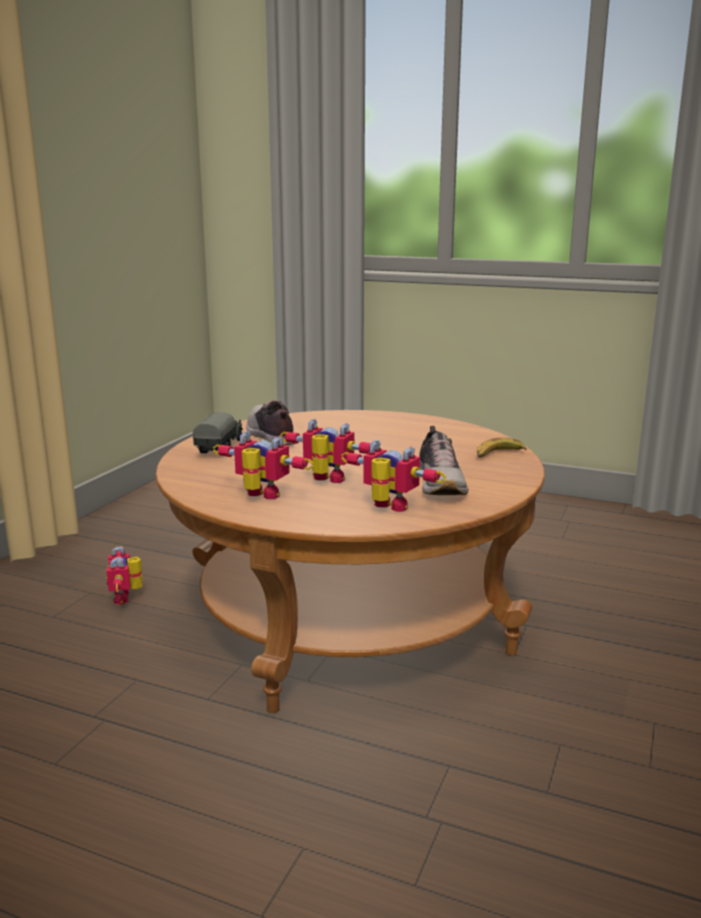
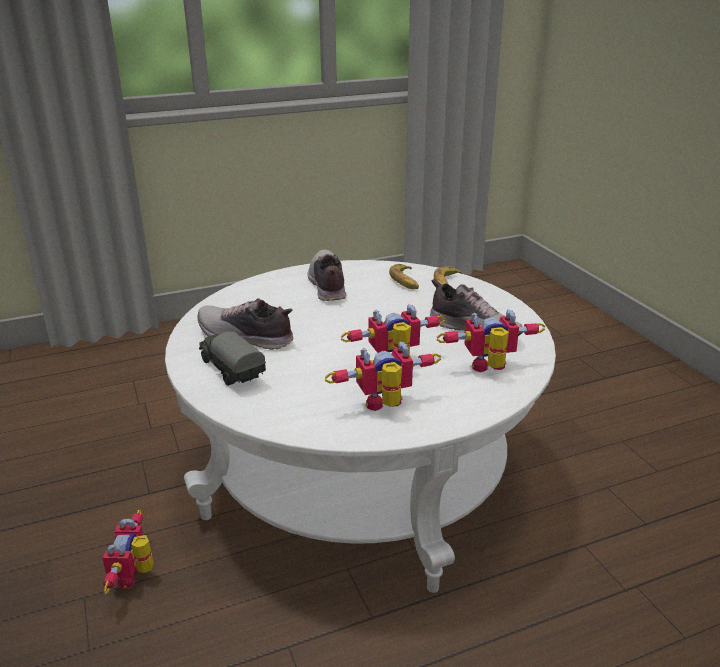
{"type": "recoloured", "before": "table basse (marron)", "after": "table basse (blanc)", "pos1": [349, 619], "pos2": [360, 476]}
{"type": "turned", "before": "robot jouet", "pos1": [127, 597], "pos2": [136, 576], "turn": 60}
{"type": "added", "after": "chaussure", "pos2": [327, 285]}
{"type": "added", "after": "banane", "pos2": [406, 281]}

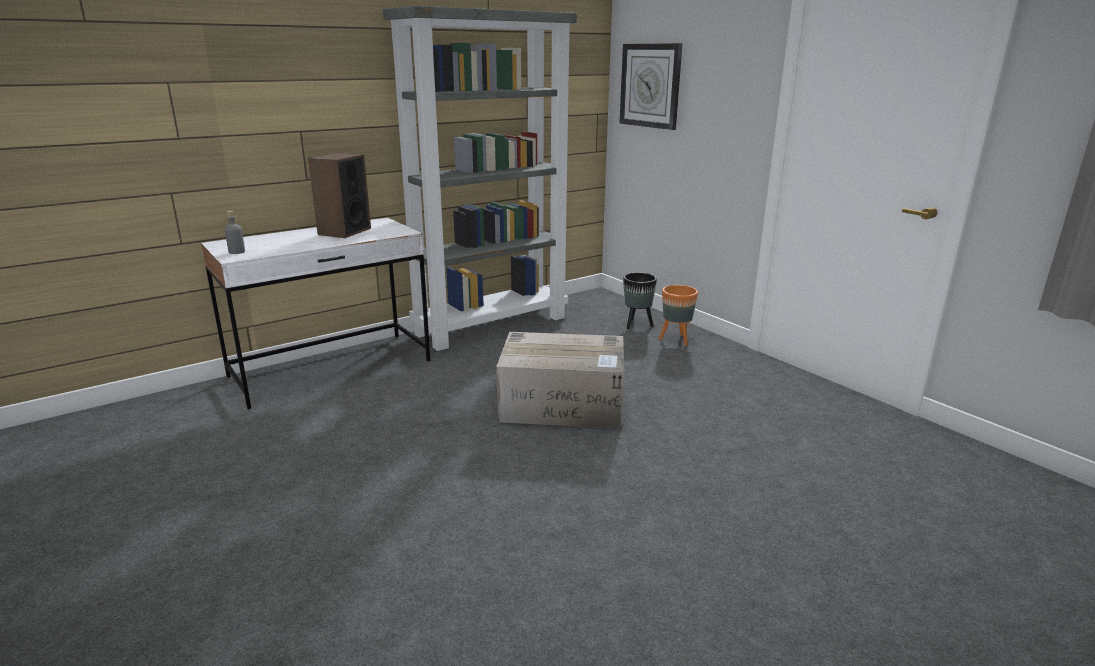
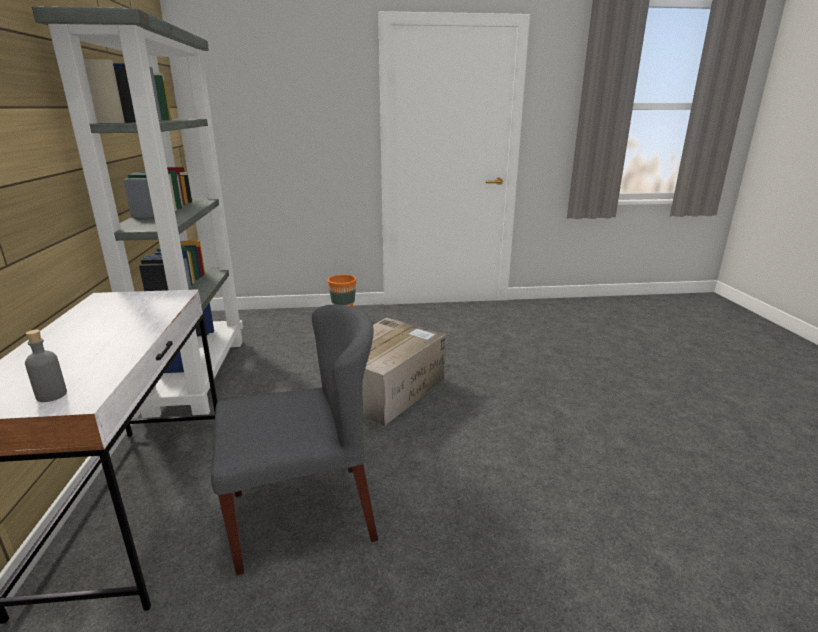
{"type": "removed", "before": "horloge murale", "pos1": [650, 85]}
{"type": "removed", "before": "enceinte", "pos1": [344, 231]}
{"type": "removed", "before": "cache-pot (noir)", "pos1": [637, 324]}
{"type": "added", "after": "chaise (gris)", "pos2": [304, 514]}

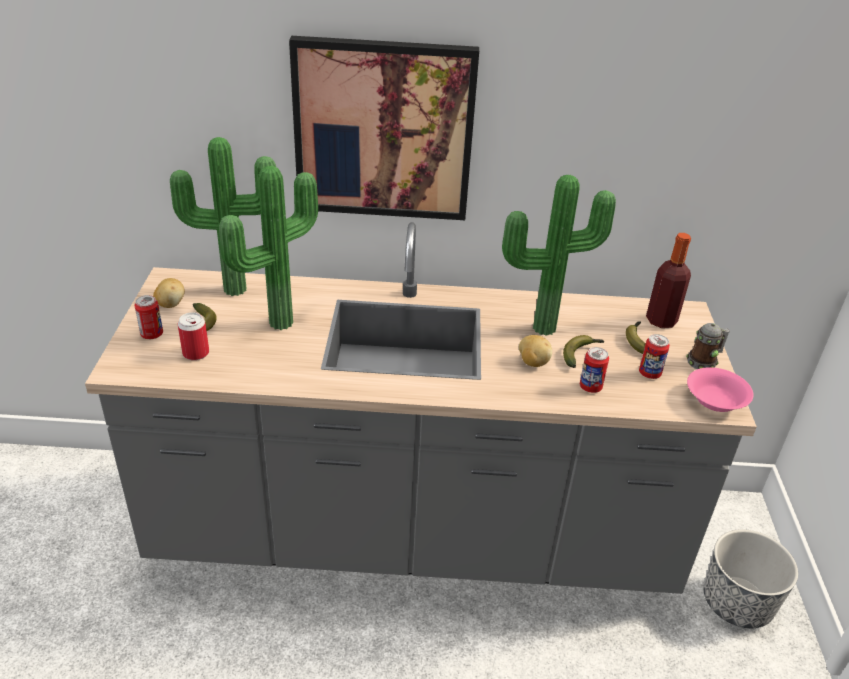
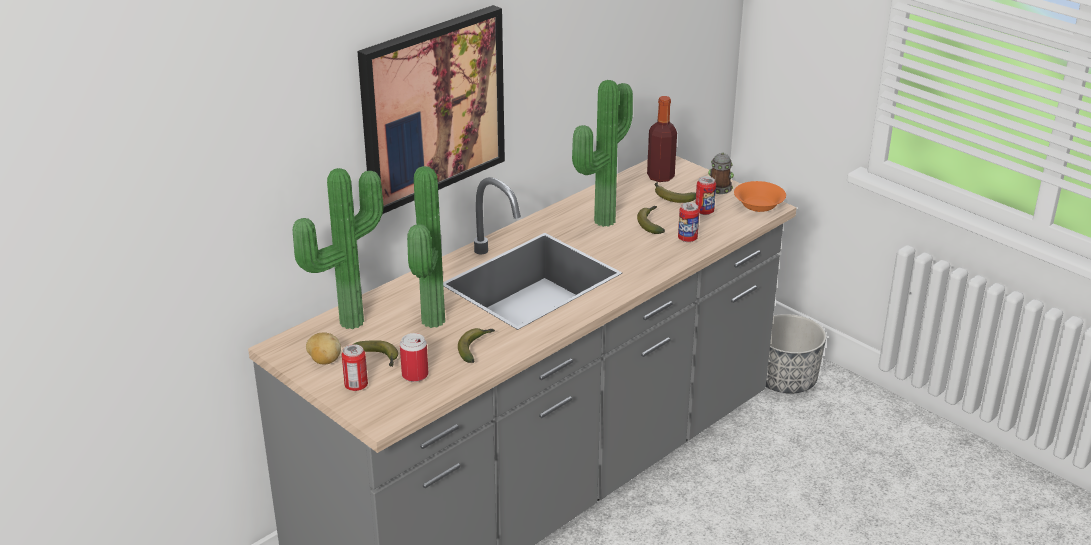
{"type": "removed", "before": "pomme de terre", "pos1": [532, 362]}
{"type": "recoloured", "before": "bol (rose)", "after": "bol (orange)", "pos1": [716, 401], "pos2": [759, 205]}
{"type": "added", "after": "banane", "pos2": [475, 348]}

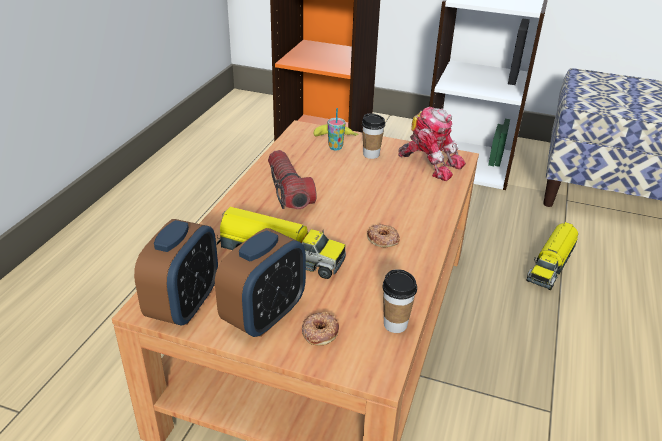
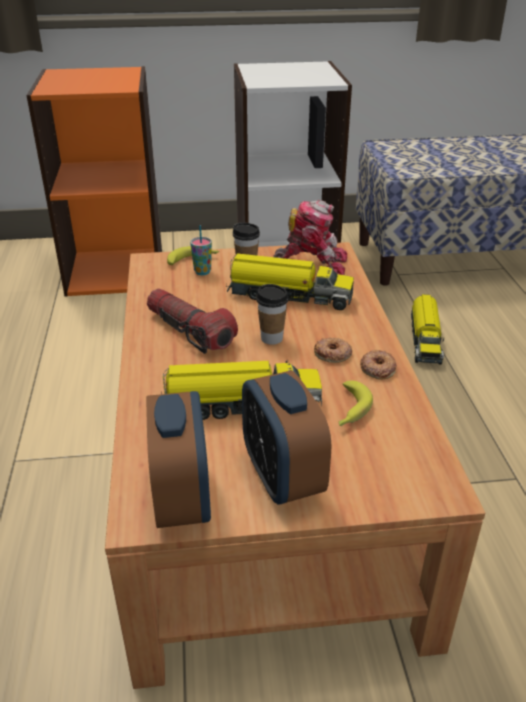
{"type": "turned", "before": "réveil", "pos1": [264, 316], "pos2": [282, 477], "turn": 150}
{"type": "moved", "before": "tasse", "pos1": [395, 324], "pos2": [271, 338]}
{"type": "moved", "before": "beignet", "pos1": [319, 332], "pos2": [377, 368]}
{"type": "added", "after": "camion jouet", "pos2": [288, 295]}
{"type": "added", "after": "banane", "pos2": [349, 410]}

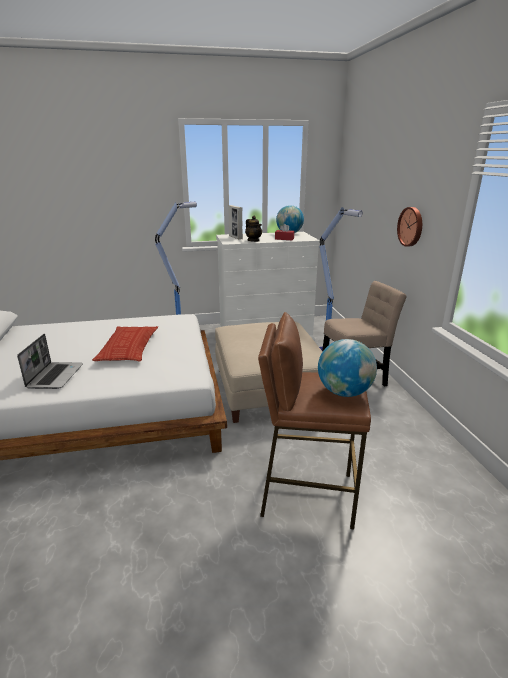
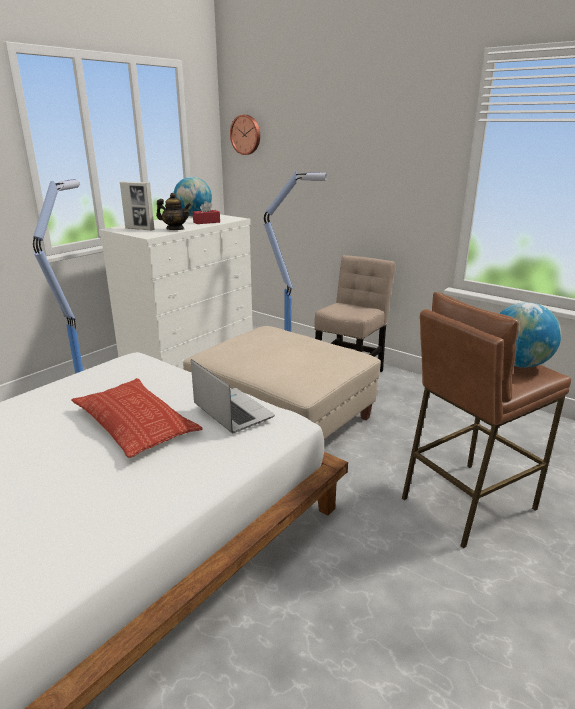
{"type": "moved", "before": "horloge murale", "pos1": [411, 226], "pos2": [246, 134]}
{"type": "moved", "before": "ordinateur portable", "pos1": [55, 376], "pos2": [231, 411]}

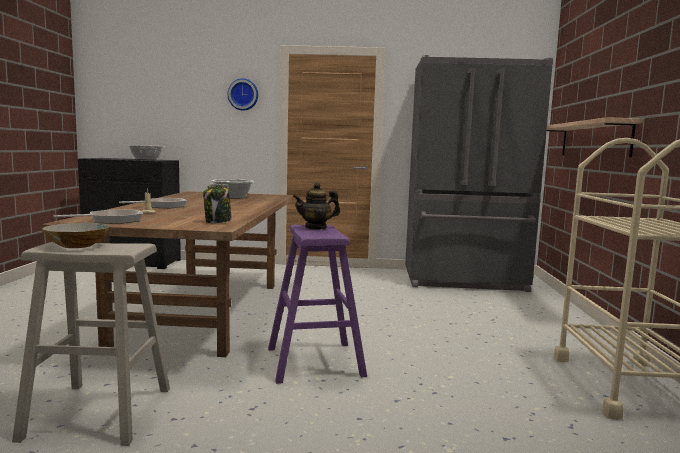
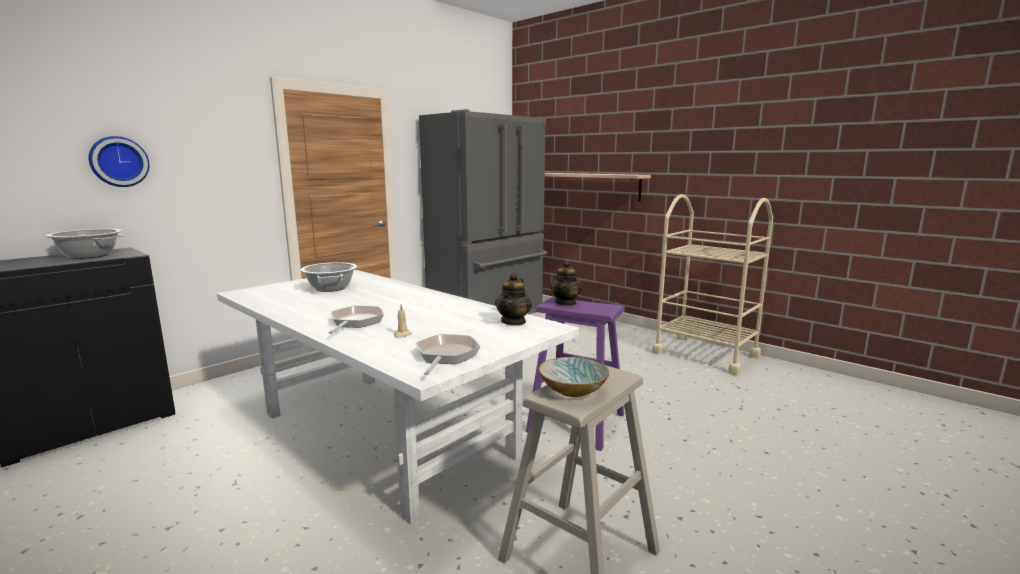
{"type": "moved", "before": "horloge murale", "pos1": [243, 94], "pos2": [118, 161]}
{"type": "replaced", "before": "bocal", "after": "théière", "pos1": [218, 221], "pos2": [513, 322]}
{"type": "recoloured", "before": "table à manger (marron)", "after": "table à manger (blanc)", "pos1": [203, 312], "pos2": [386, 434]}

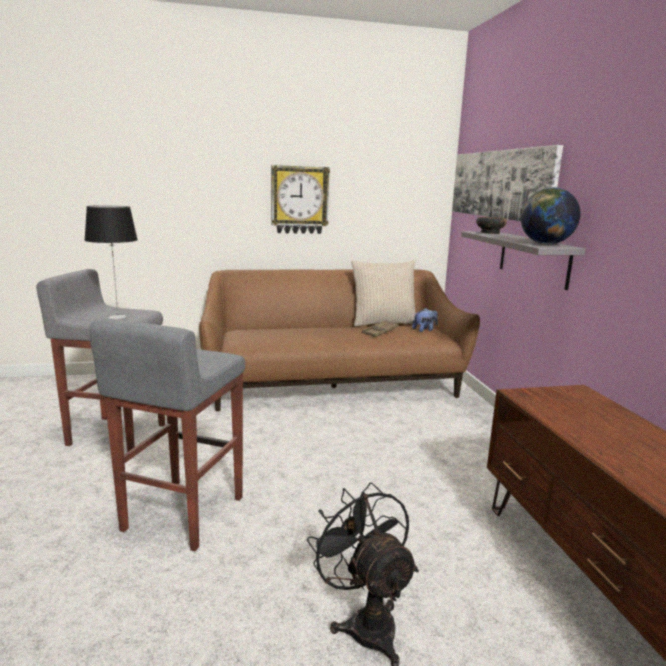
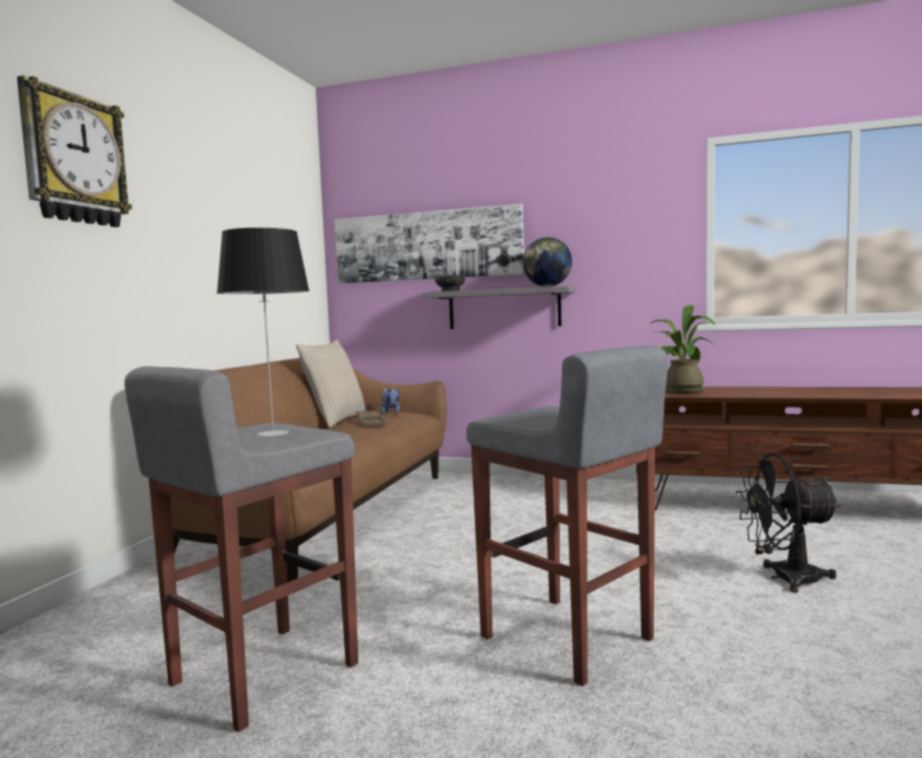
{"type": "moved", "before": "horloge murale", "pos1": [299, 200], "pos2": [74, 159]}
{"type": "added", "after": "plante en pot", "pos2": [680, 392]}

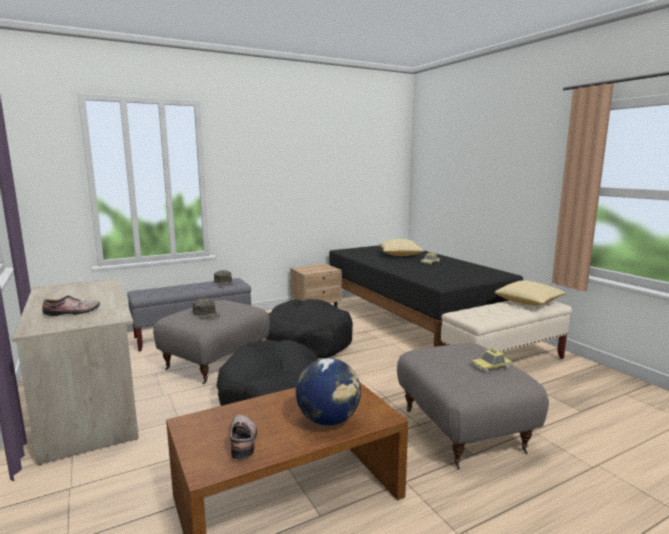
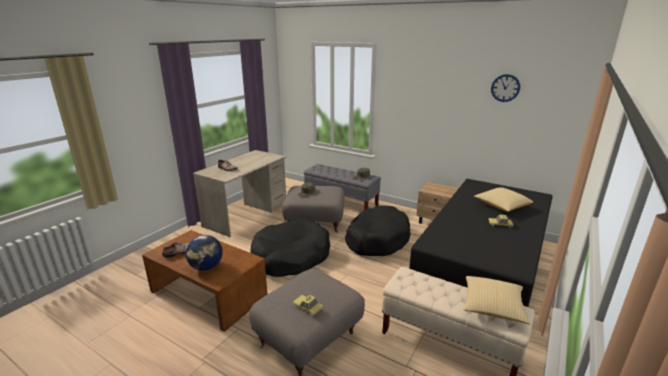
{"type": "added", "after": "horloge murale", "pos2": [505, 88]}

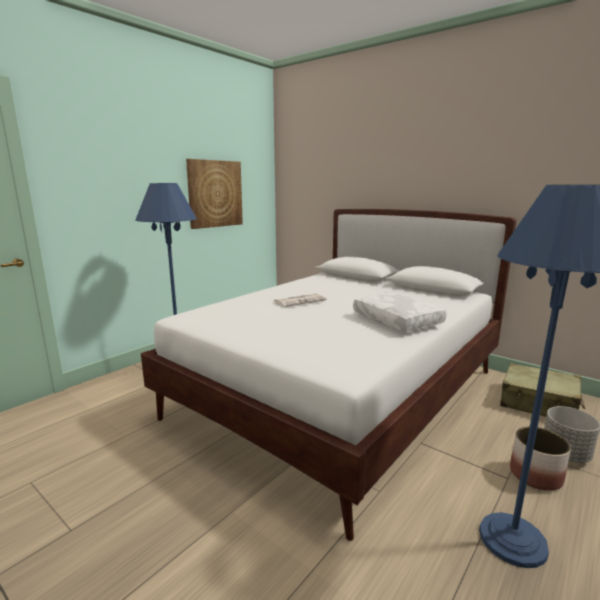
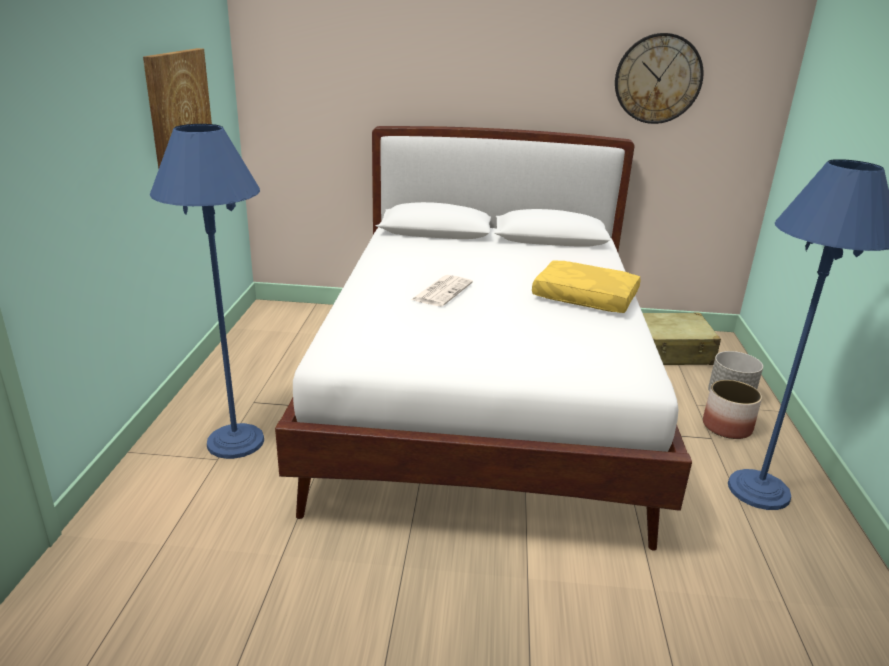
{"type": "recoloured", "before": "coussin (blanc)", "after": "coussin (jaune)", "pos1": [395, 320], "pos2": [583, 298]}
{"type": "added", "after": "horloge murale", "pos2": [658, 79]}

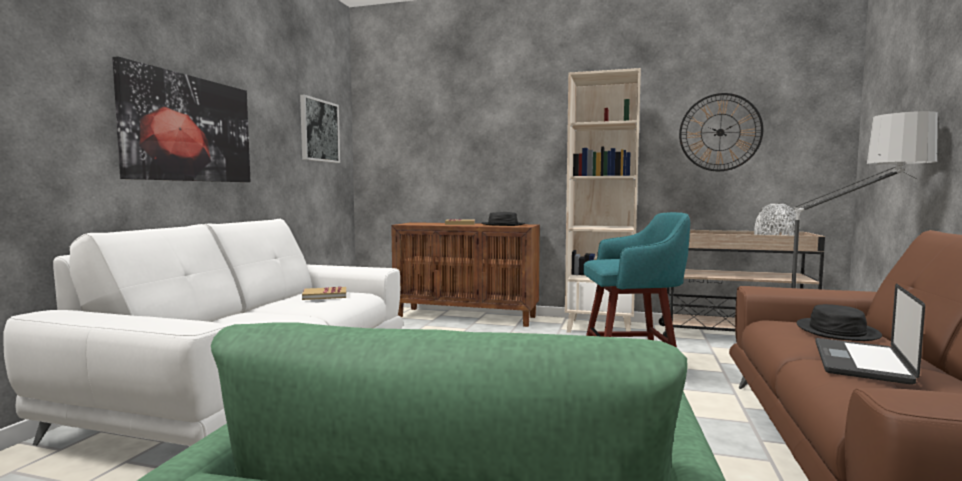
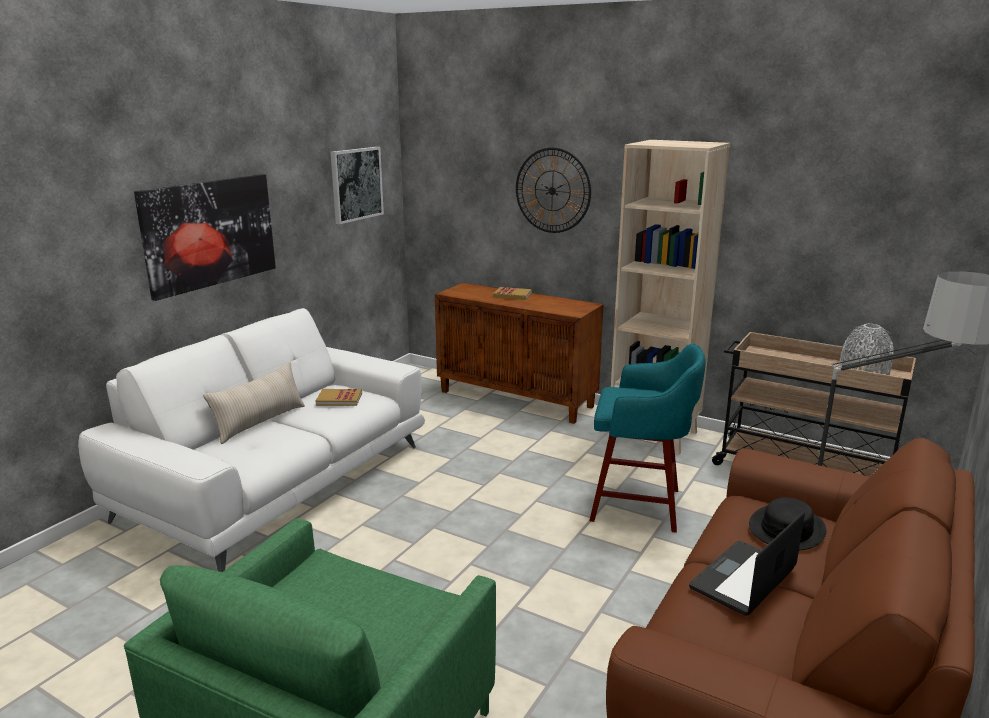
{"type": "moved", "before": "horloge murale", "pos1": [720, 132], "pos2": [552, 190]}
{"type": "removed", "before": "chapeau (noir)", "pos1": [502, 225]}
{"type": "added", "after": "coussin (beige)", "pos2": [260, 422]}

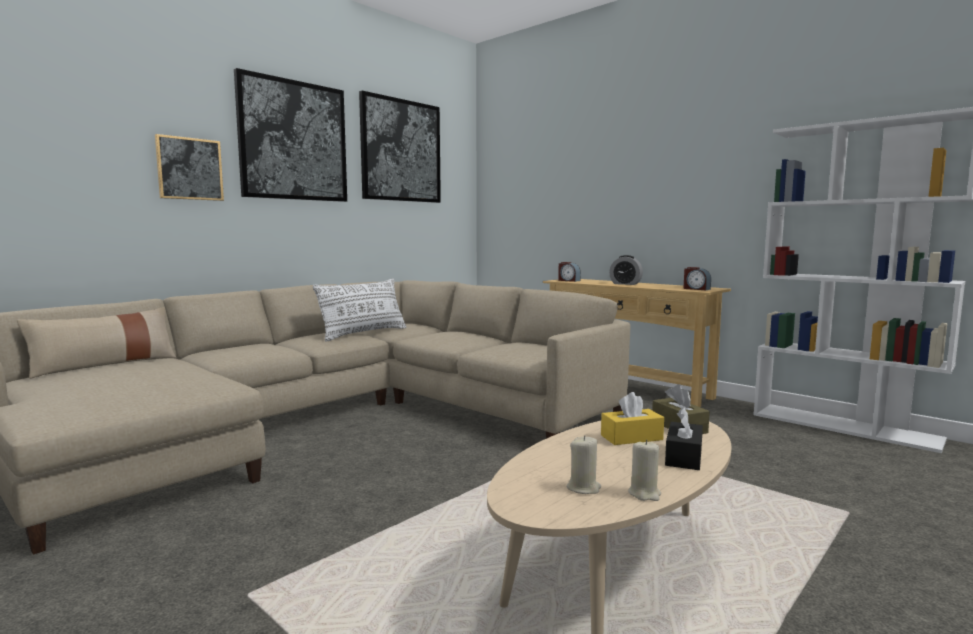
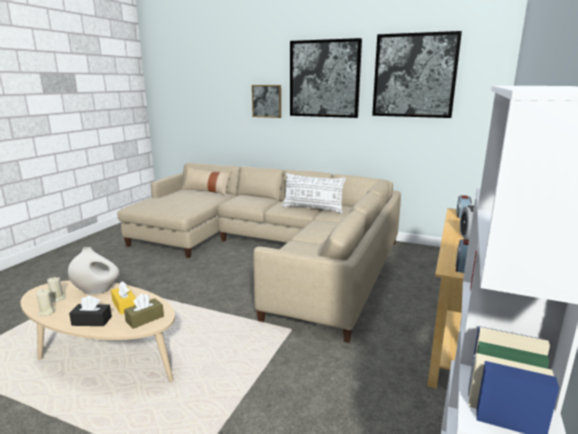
{"type": "added", "after": "vase (blanc)", "pos2": [97, 291]}

